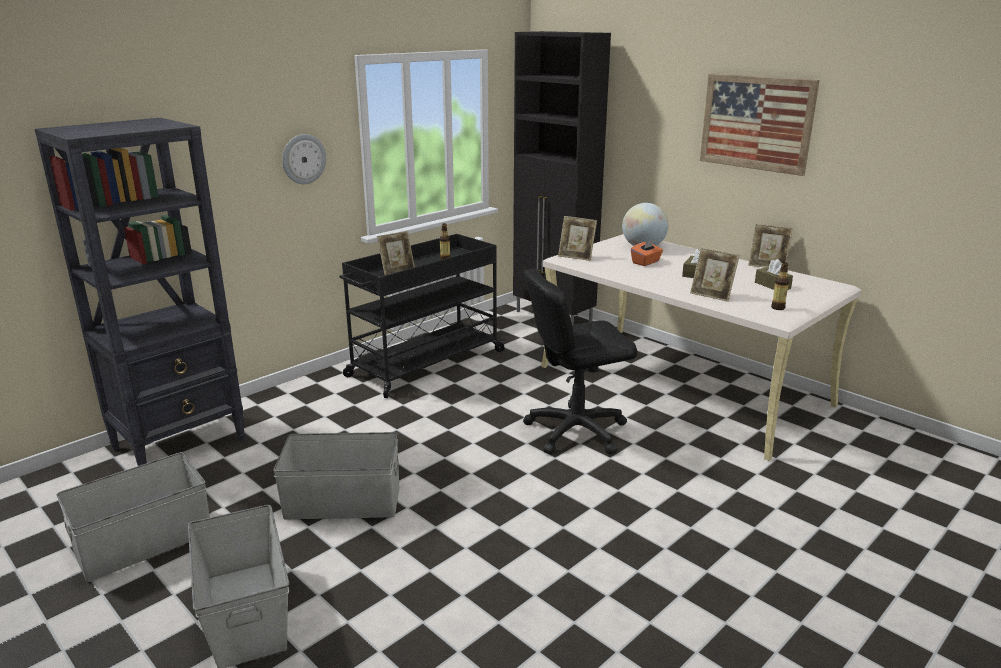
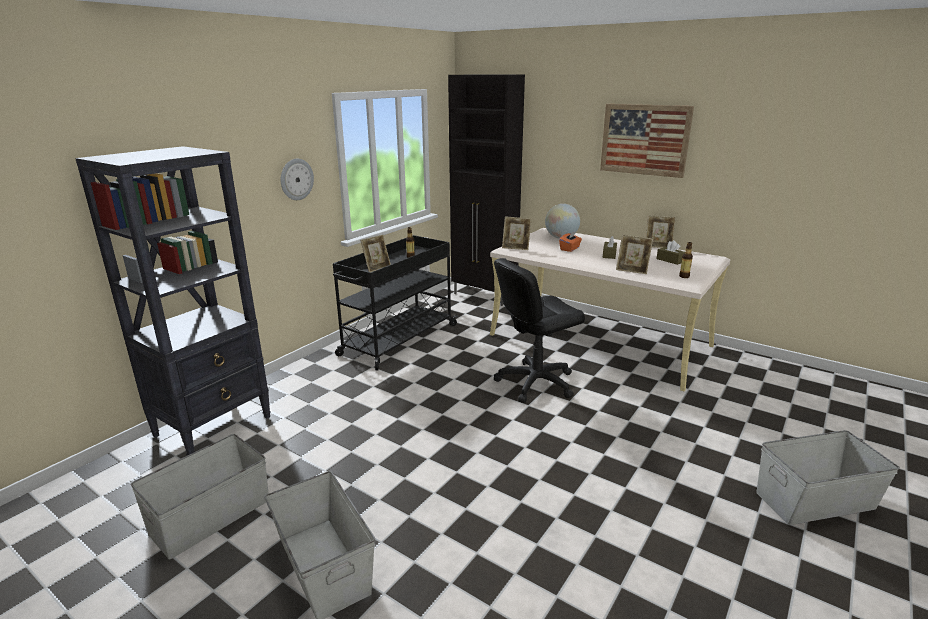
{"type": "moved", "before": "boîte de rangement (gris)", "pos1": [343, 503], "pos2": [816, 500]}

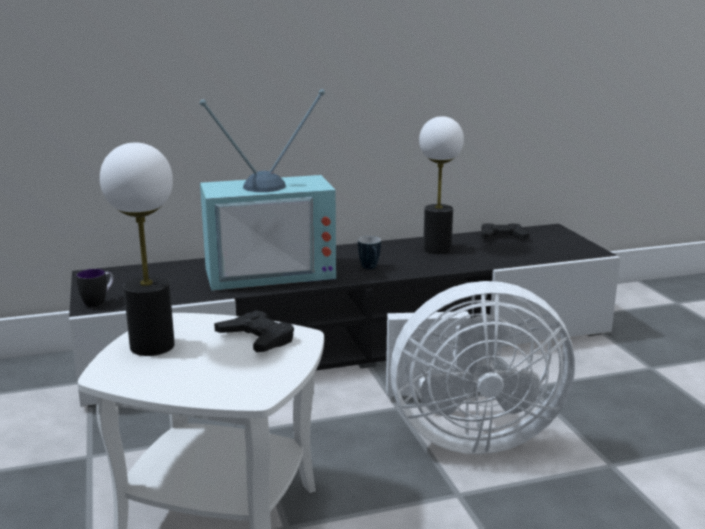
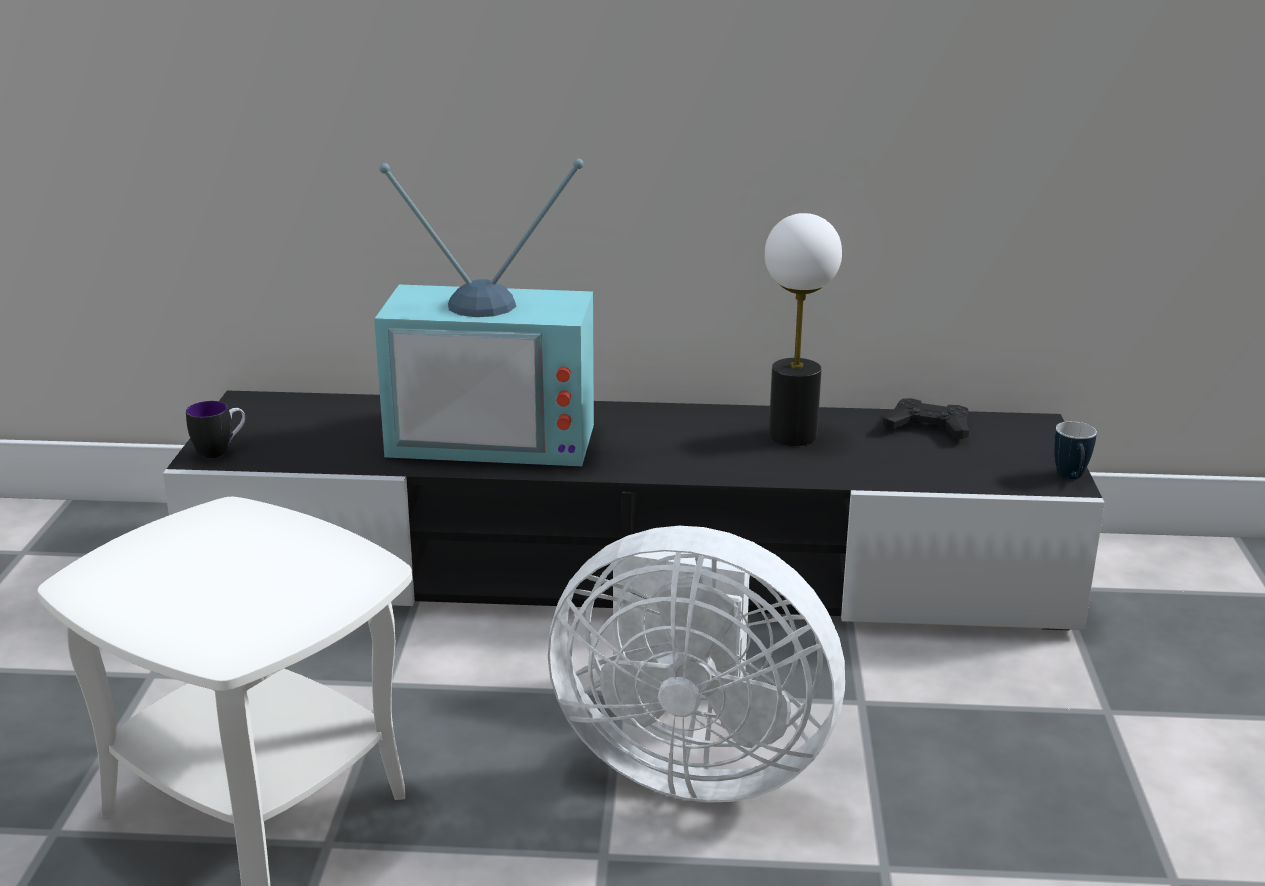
{"type": "removed", "before": "lampe de table", "pos1": [151, 346]}
{"type": "moved", "before": "mug", "pos1": [370, 268], "pos2": [1071, 478]}
{"type": "removed", "before": "manette (noir)", "pos1": [257, 339]}

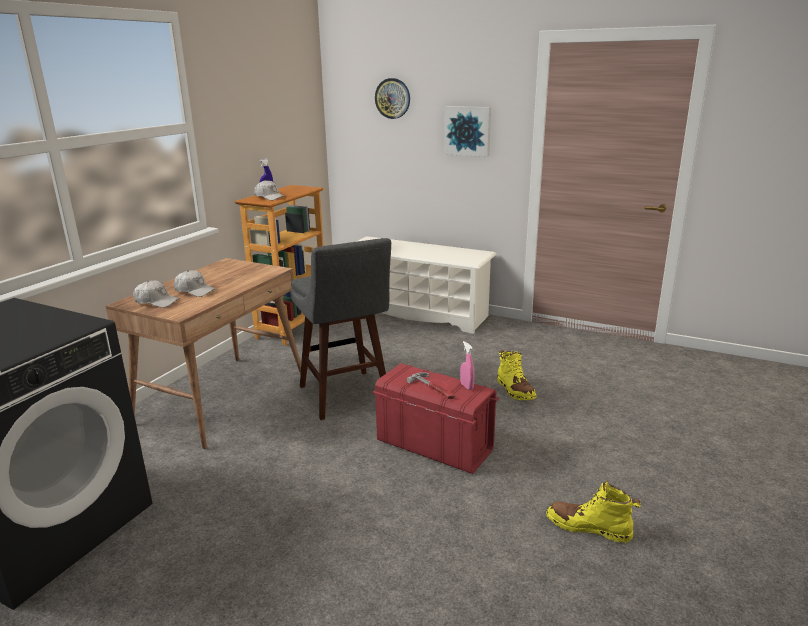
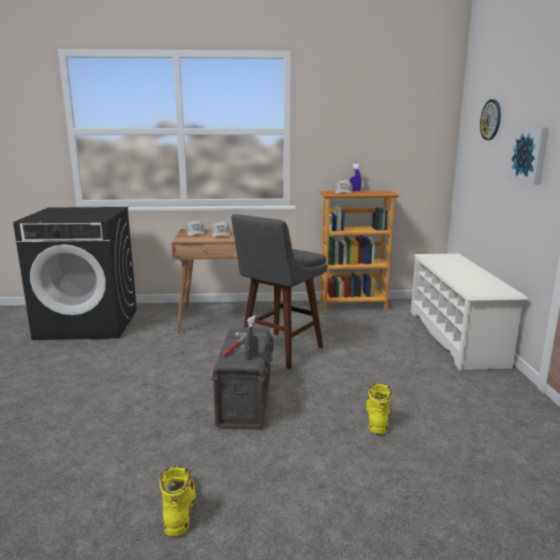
{"type": "recoloured", "before": "vaporisateur (rose)", "after": "vaporisateur (gris)", "pos1": [466, 386], "pos2": [251, 357]}
{"type": "turned", "before": "botte (jaune)", "pos1": [515, 390], "pos2": [377, 417], "turn": 150}
{"type": "recoloured", "before": "boîte de rangement (rouge)", "after": "boîte de rangement (gris)", "pos1": [434, 445], "pos2": [245, 401]}

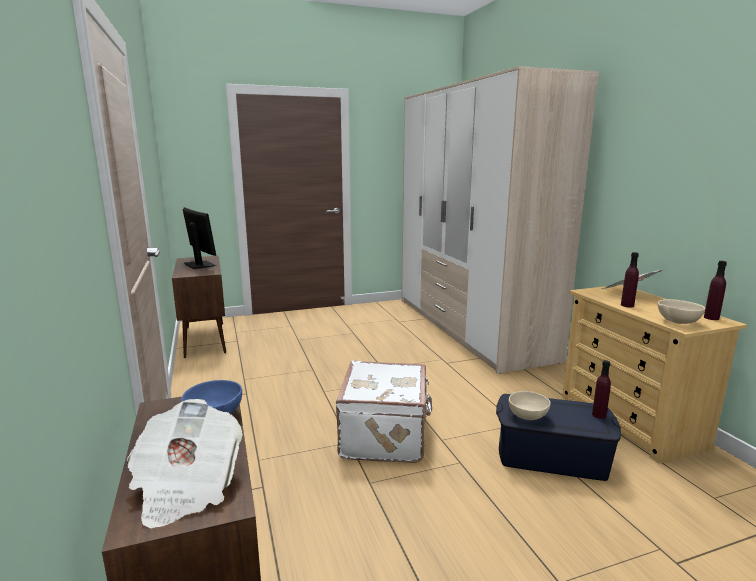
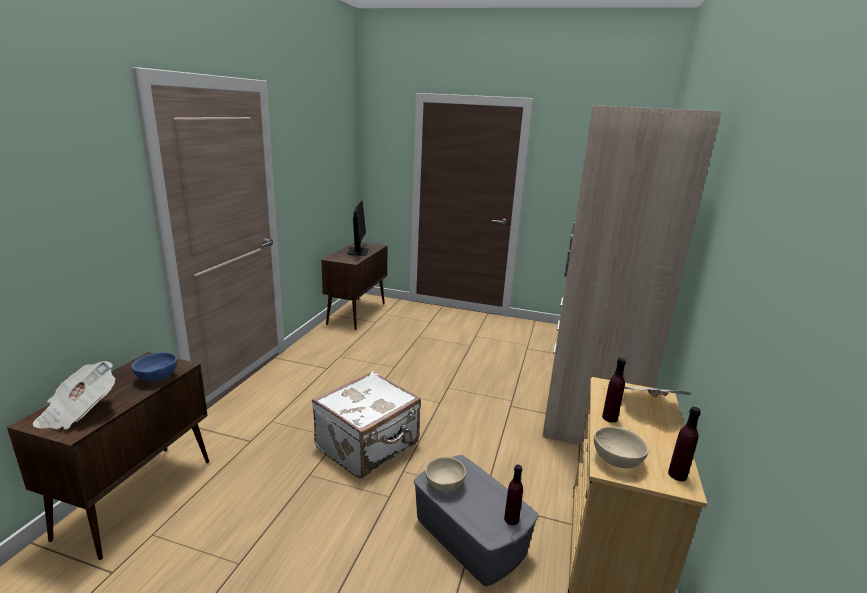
{"type": "recoloured", "before": "boîte de rangement (bleu)", "after": "boîte de rangement (gris)", "pos1": [551, 457], "pos2": [469, 536]}

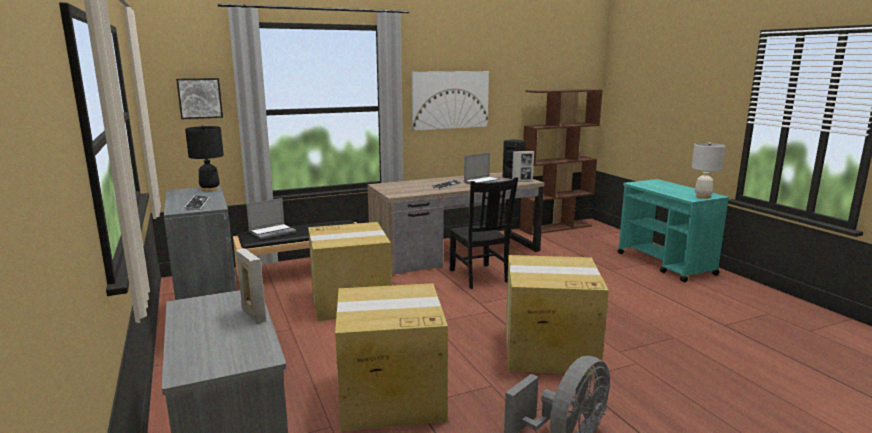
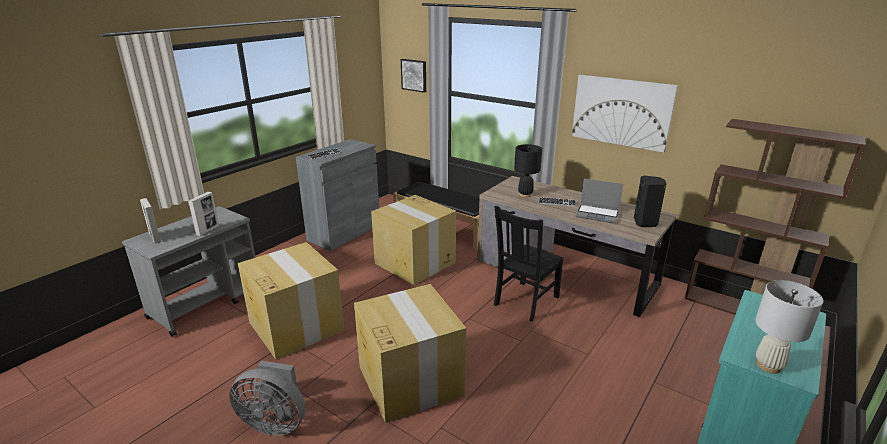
{"type": "moved", "before": "lampe de table (noir)", "pos1": [210, 189], "pos2": [525, 195]}
{"type": "moved", "before": "cadre photo", "pos1": [522, 181], "pos2": [155, 238]}
{"type": "removed", "before": "ordinateur portable", "pos1": [273, 232]}

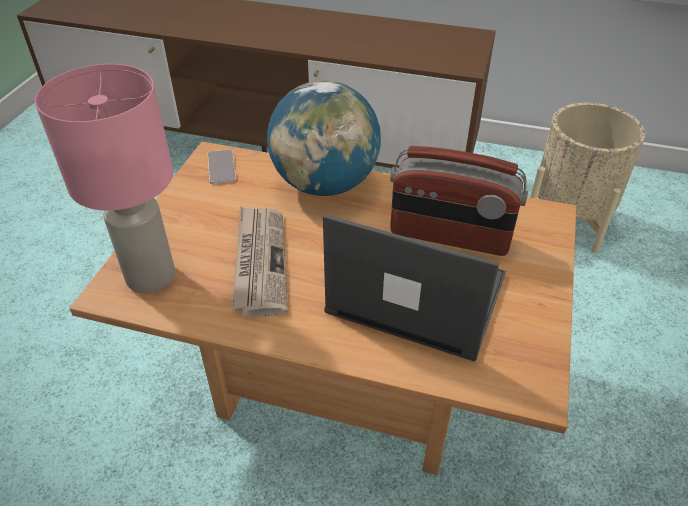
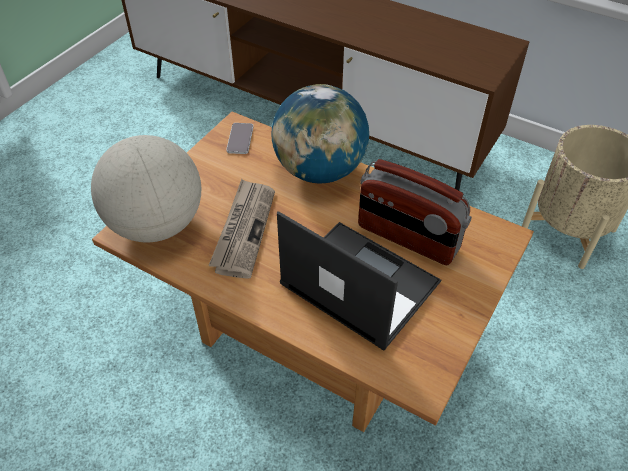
{"type": "replaced", "before": "lampe de table (rose)", "after": "globe", "pos1": [149, 276], "pos2": [156, 224]}

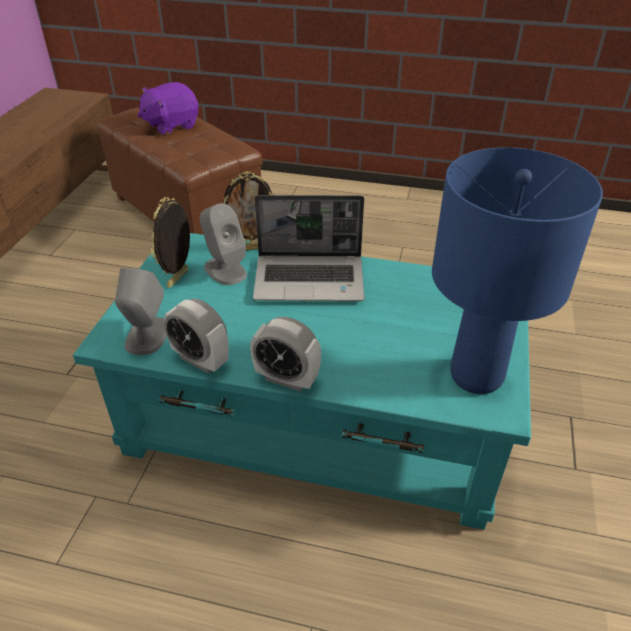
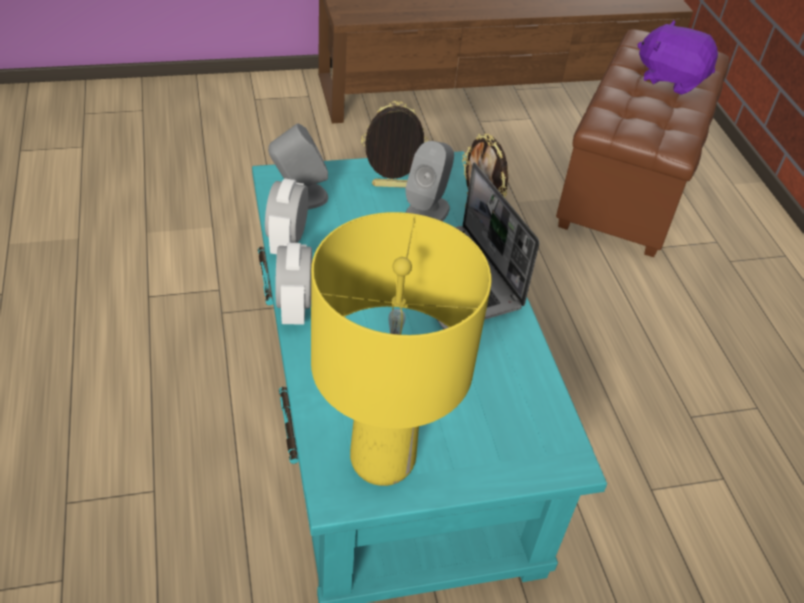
{"type": "recoloured", "before": "lampe de table (bleu)", "after": "lampe de table (jaune)", "pos1": [475, 376], "pos2": [381, 460]}

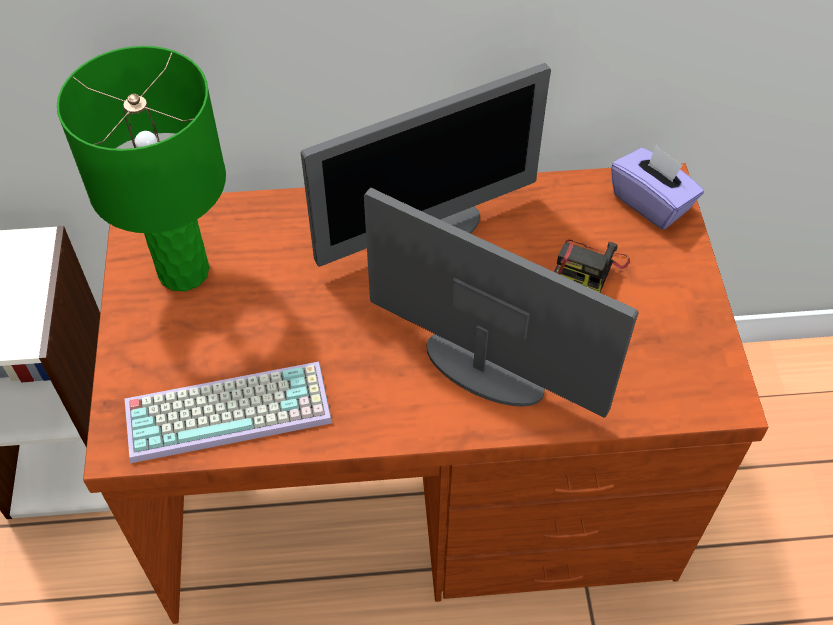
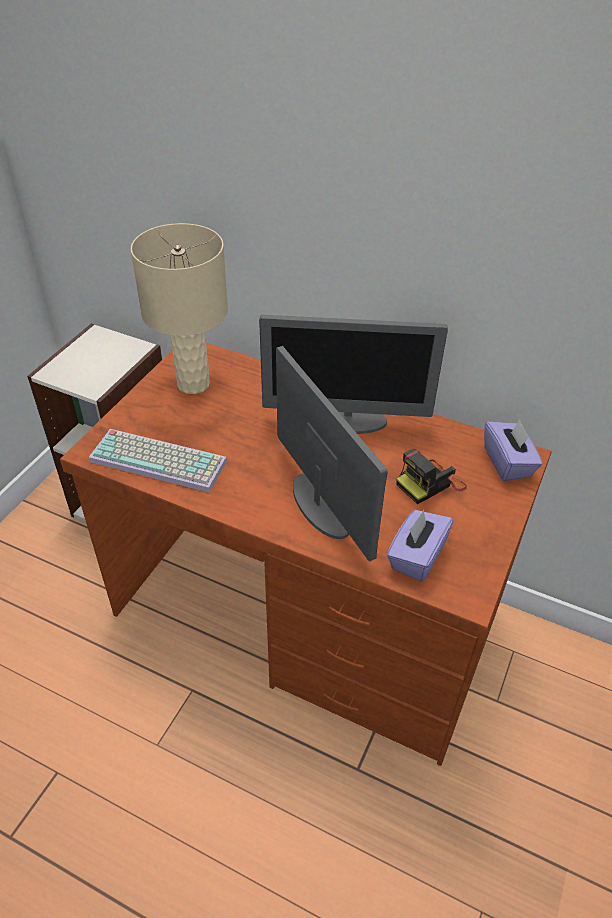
{"type": "recoloured", "before": "lampe de table (vert)", "after": "lampe de table (beige)", "pos1": [183, 271], "pos2": [193, 383]}
{"type": "added", "after": "boîte à mouchoirs (violet)", "pos2": [416, 557]}

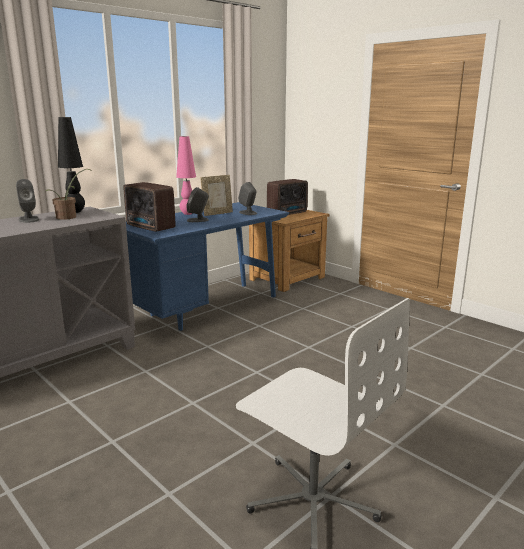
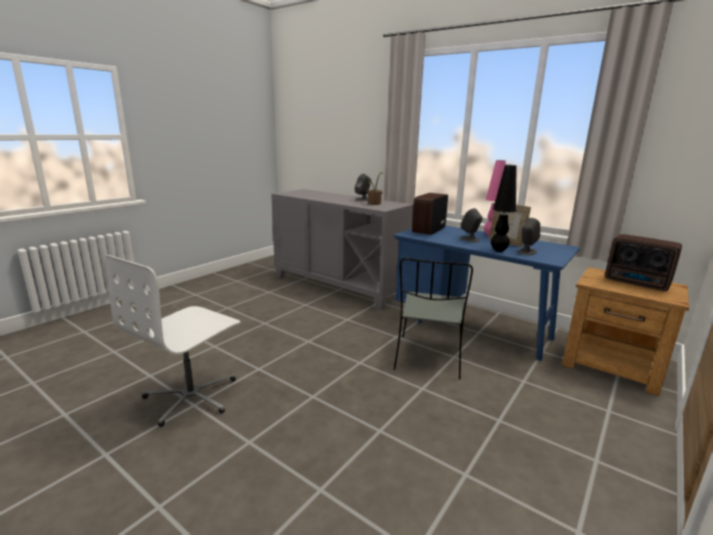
{"type": "moved", "before": "lampe de table (noir)", "pos1": [75, 212], "pos2": [499, 250]}
{"type": "added", "after": "chaise (gris)", "pos2": [429, 358]}

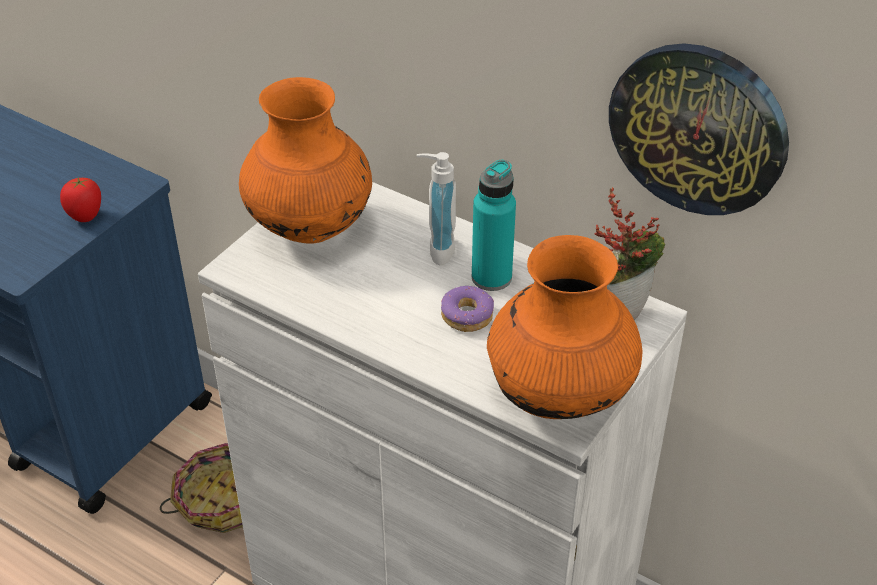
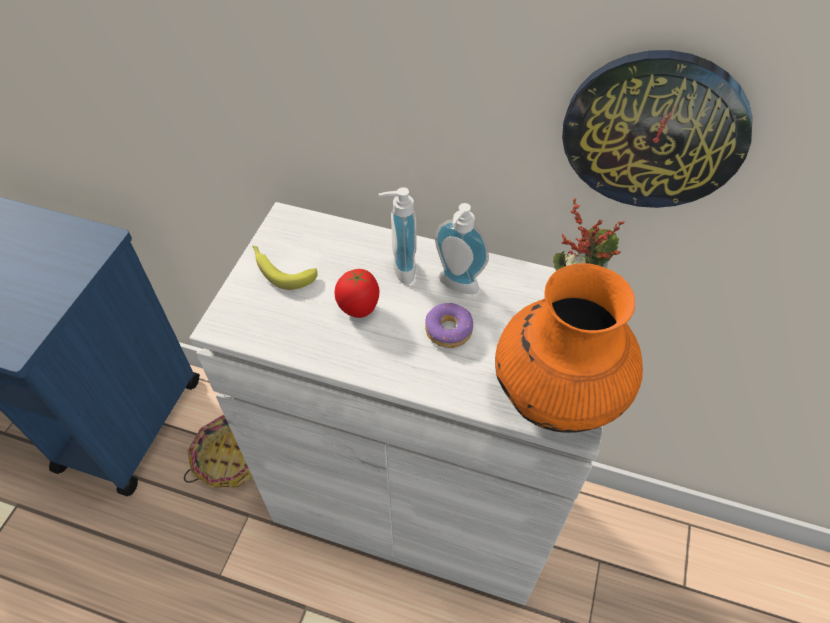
{"type": "replaced", "before": "vase (orange)", "after": "banane", "pos1": [310, 228], "pos2": [281, 270]}
{"type": "replaced", "before": "bouteille (turquoise)", "after": "distributeur de savon", "pos1": [491, 277], "pos2": [456, 287]}
{"type": "moved", "before": "tomate", "pos1": [86, 217], "pos2": [359, 309]}

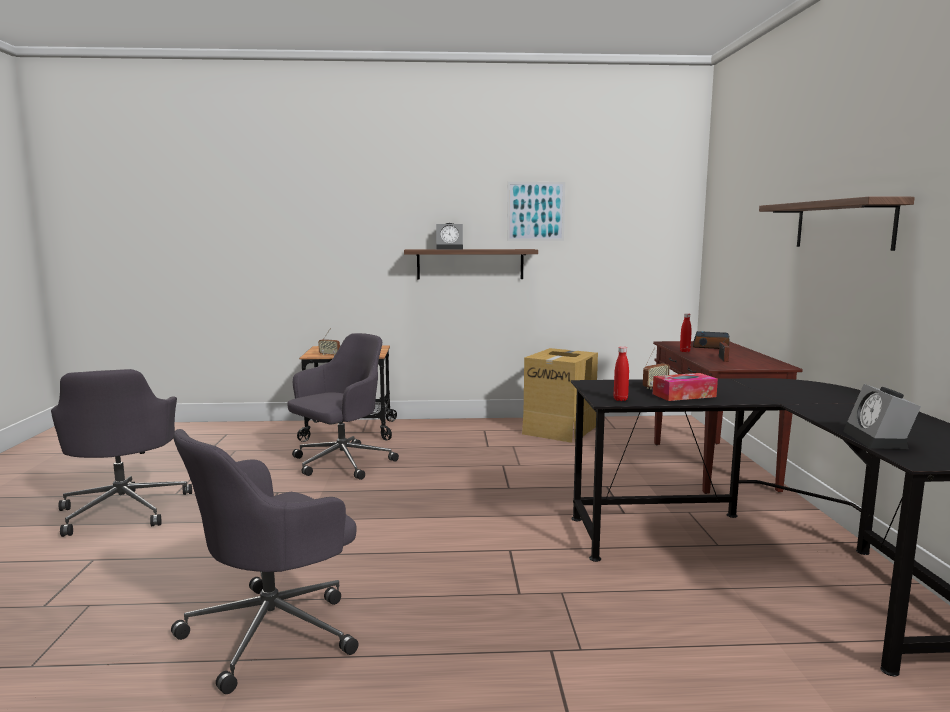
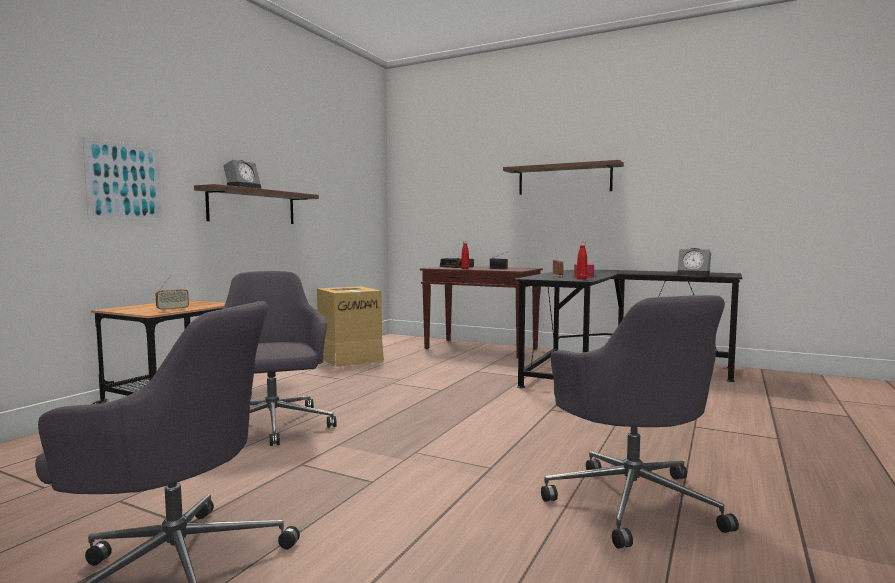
{"type": "moved", "before": "tableau", "pos1": [535, 211], "pos2": [124, 182]}

